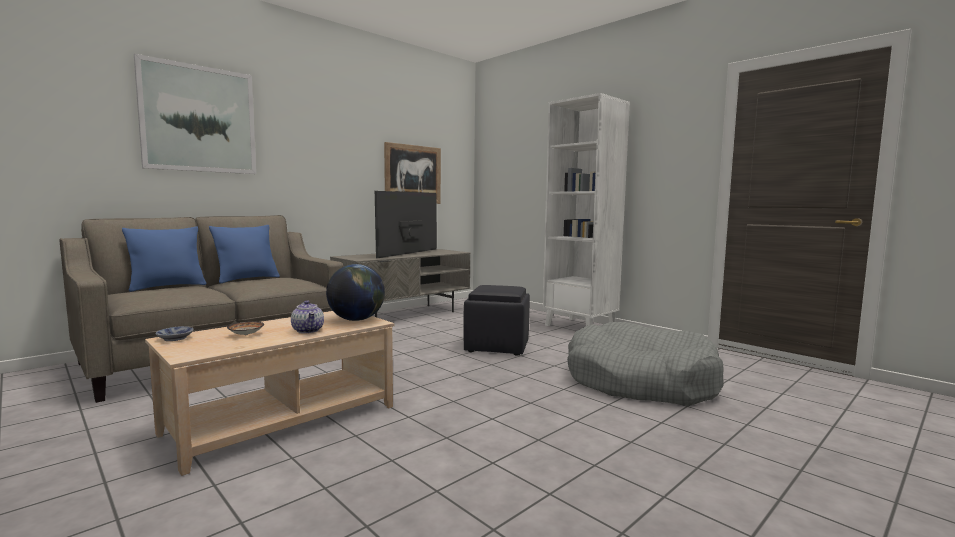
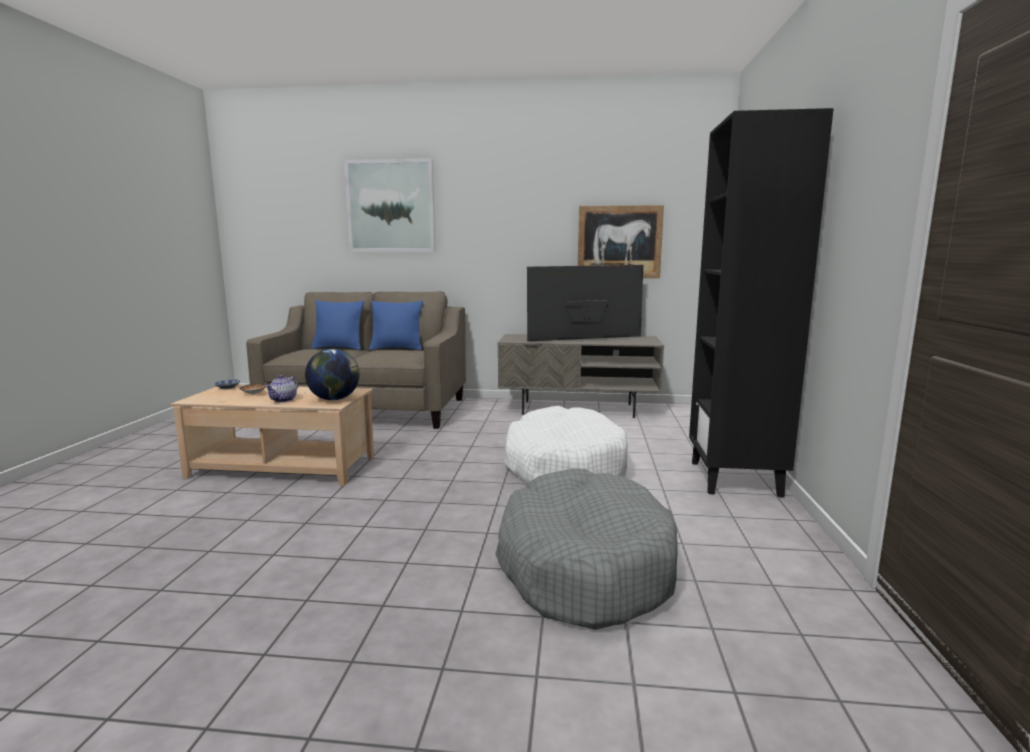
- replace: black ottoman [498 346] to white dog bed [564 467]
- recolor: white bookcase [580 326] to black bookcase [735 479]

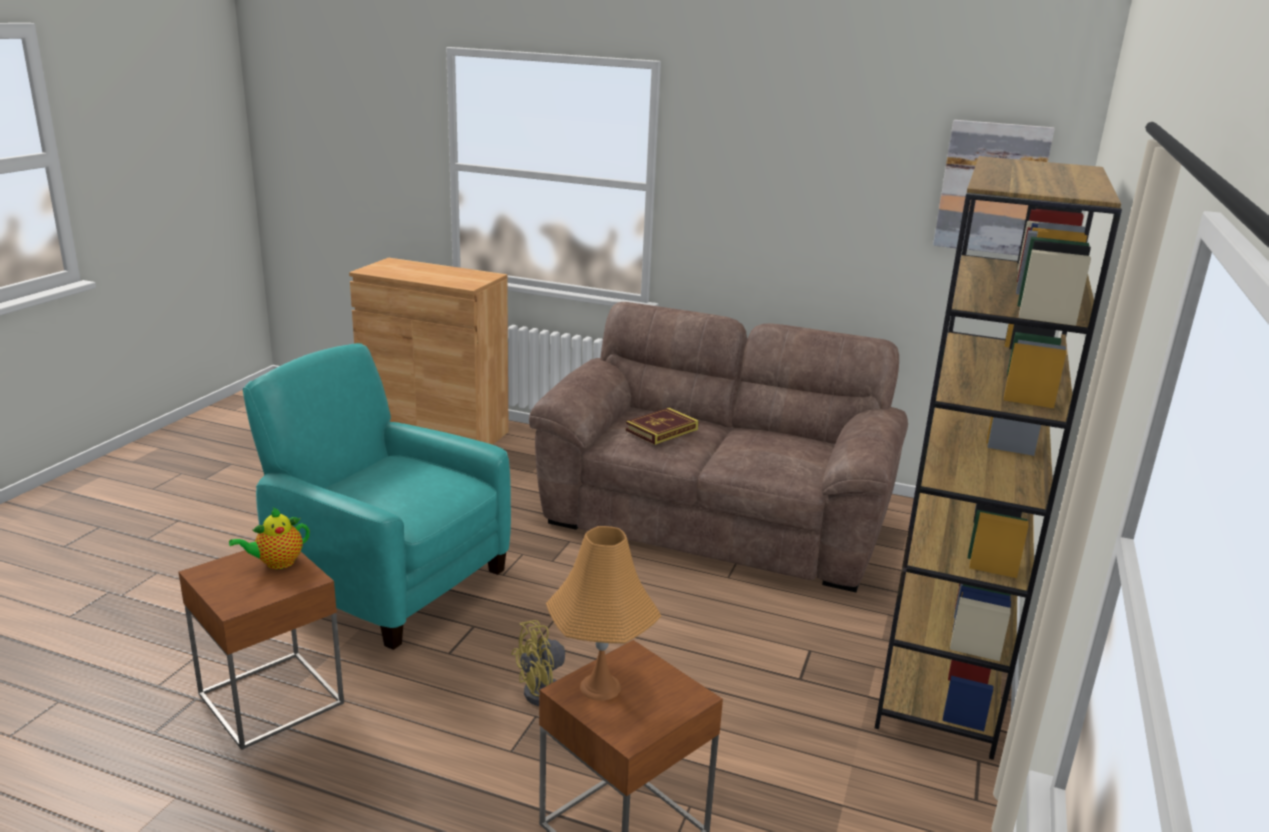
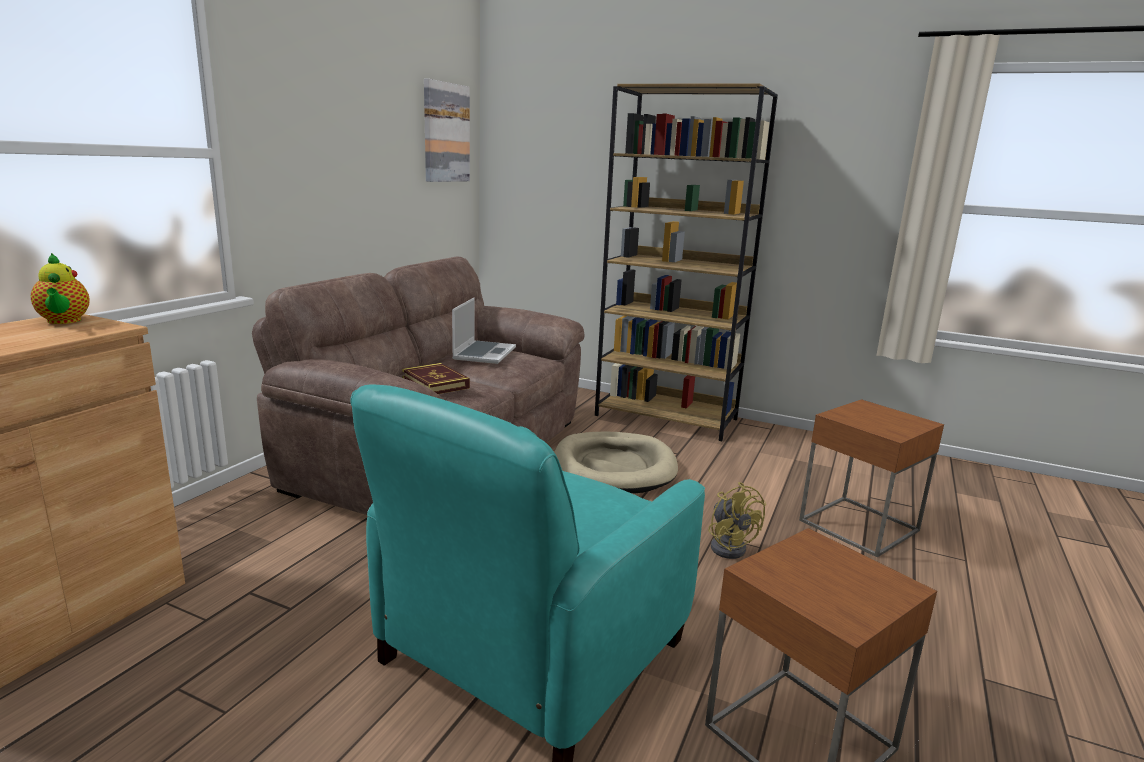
- delete: orange table lamp [600 687]
- insert: laptop [484 353]
- insert: beige dog bed [614 467]
- move: teapot [277 563] to [64 321]

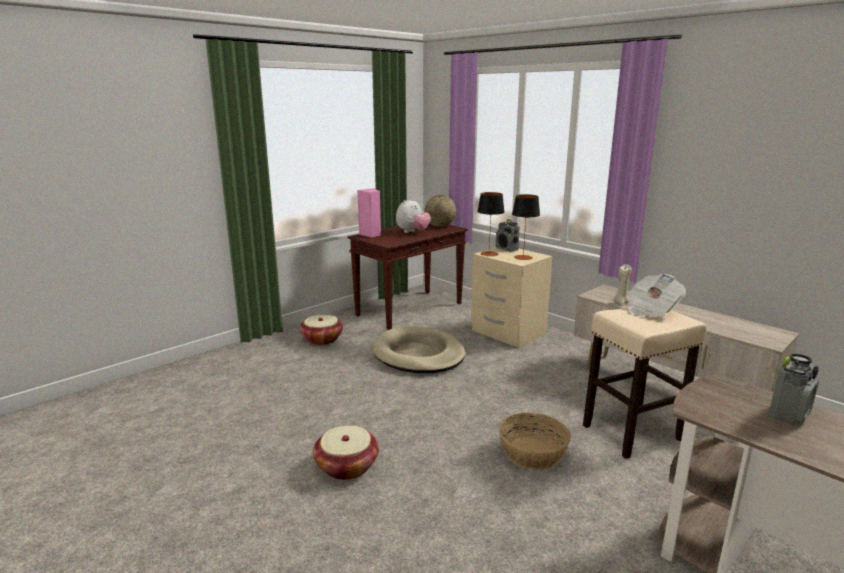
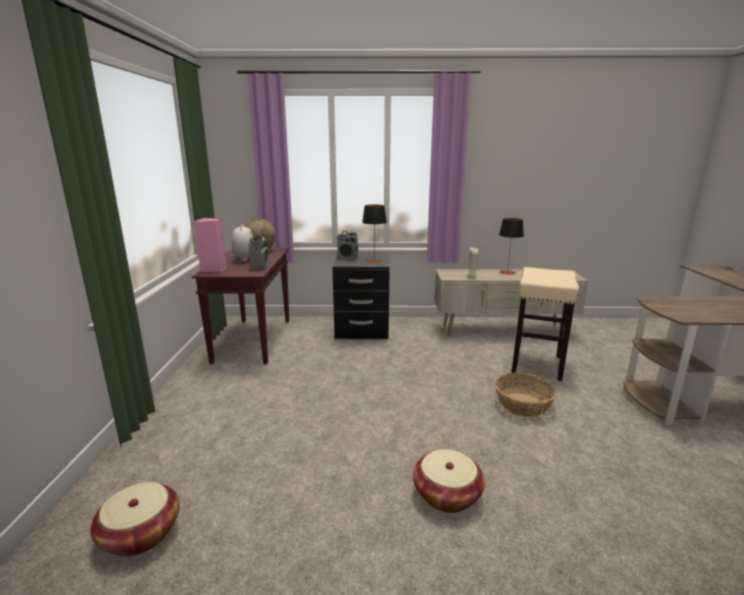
- delete: beige dog bed [418 354]
- delete: newspaper [651 309]
- move: basket [322 339] to [141 534]
- move: table lamp [489 254] to [507 272]
- move: radio [789 413] to [260 267]
- recolor: beige nightstand [507 333] to black nightstand [362 331]

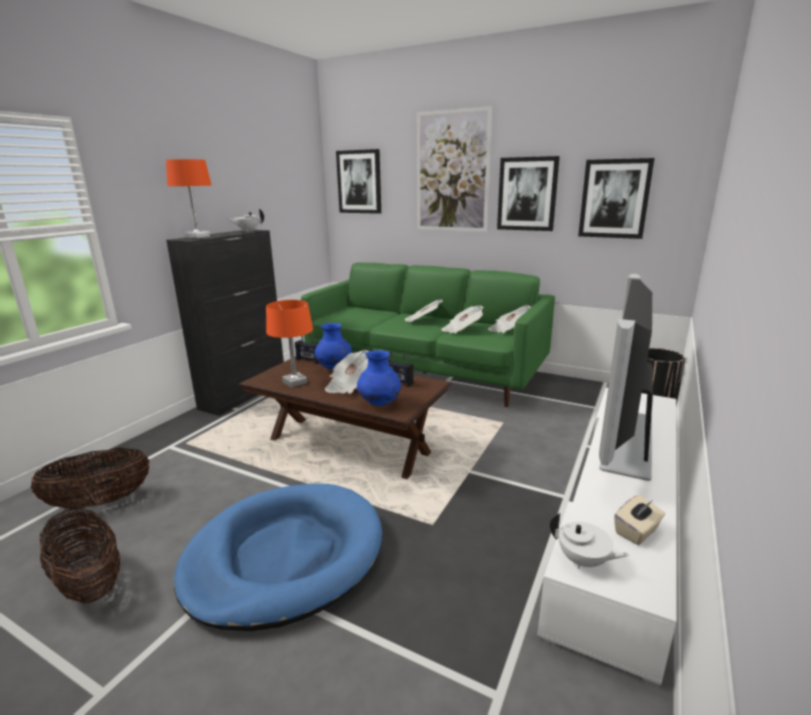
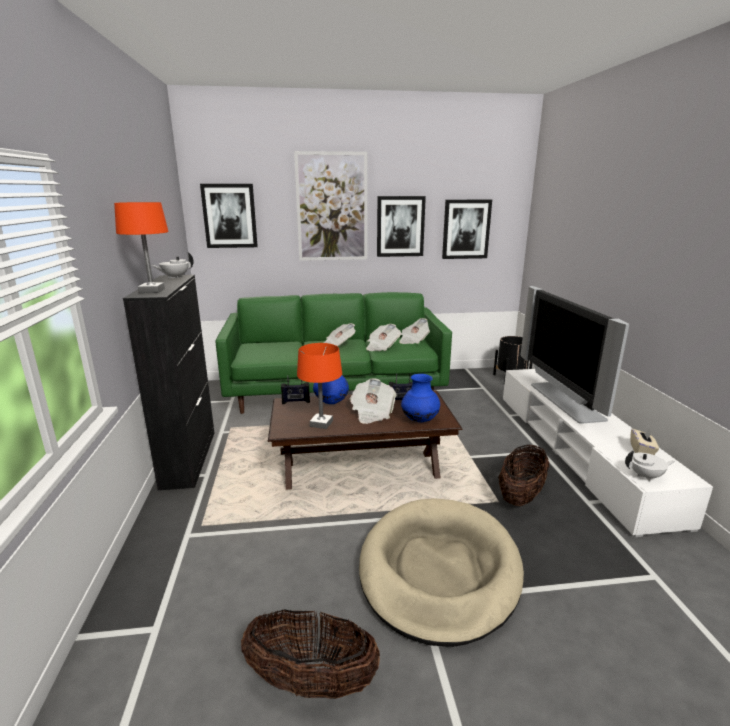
- move: basket [100 502] to [521 495]
- recolor: blue dog bed [284 556] to beige dog bed [439 570]

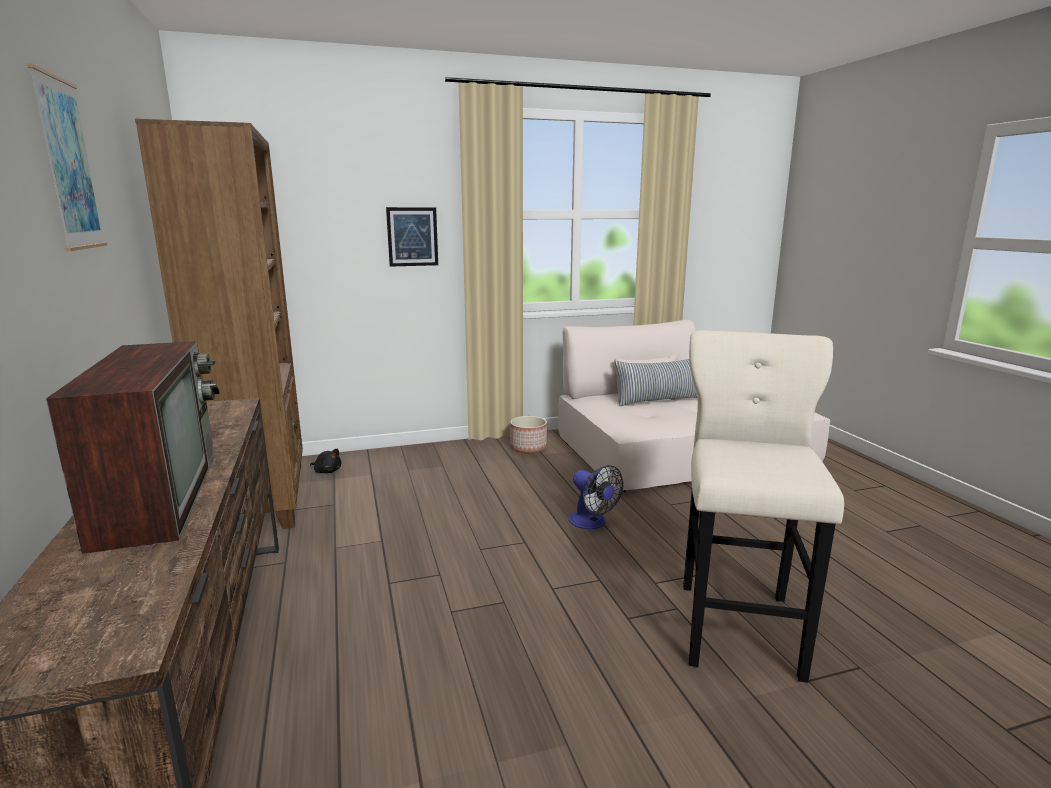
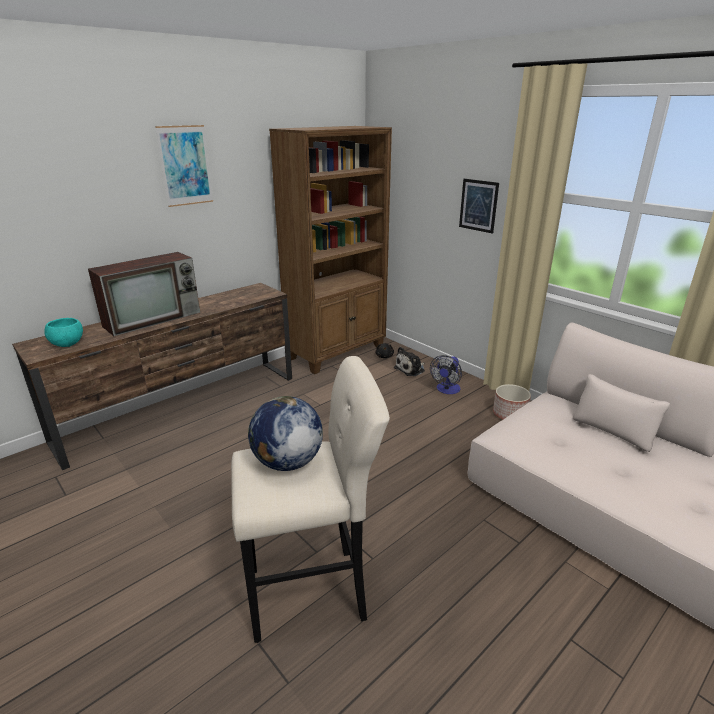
- delete: pillow [659 400]
- insert: turquoise bowl [67 344]
- insert: globe [287 462]
- insert: plush toy [411 369]
- move: fan [592 523] to [446 390]

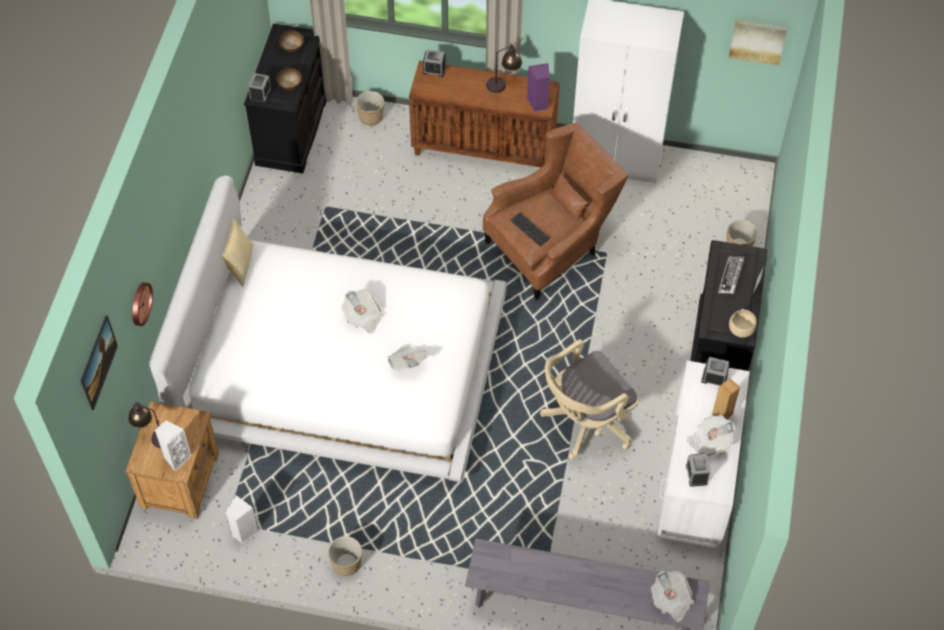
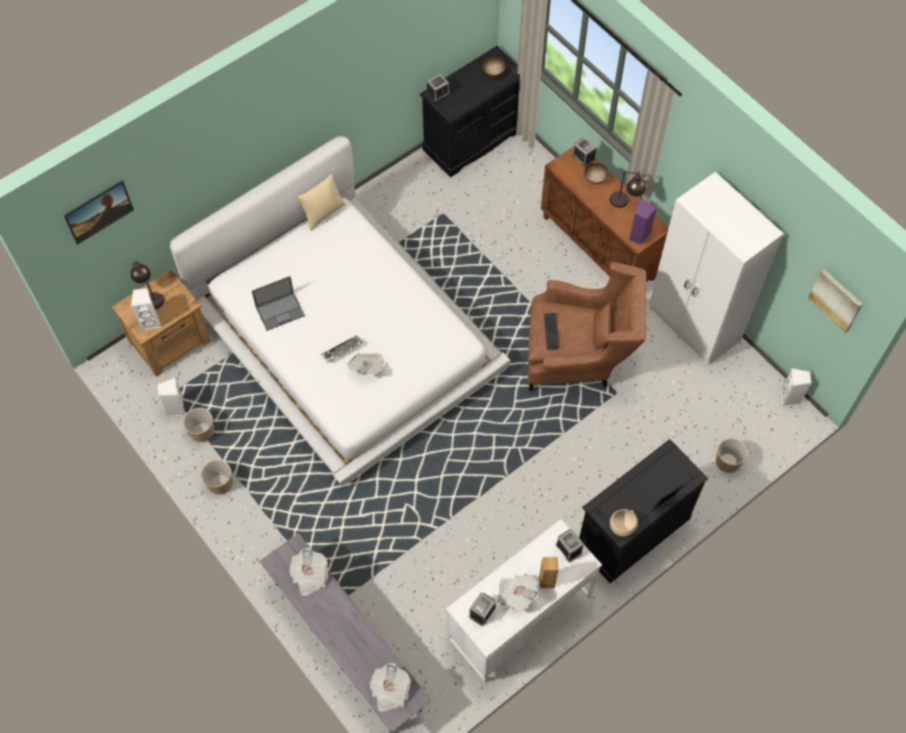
- delete: wall clock [140 303]
- delete: beige office chair [584 422]
- insert: laptop [280 311]
- insert: white speaker [790 398]
- move: bowl [289 85] to [595 179]
- move: newspaper [363 317] to [309 576]
- move: planter [370 116] to [201 430]
- move: keyboard [731 277] to [342 350]

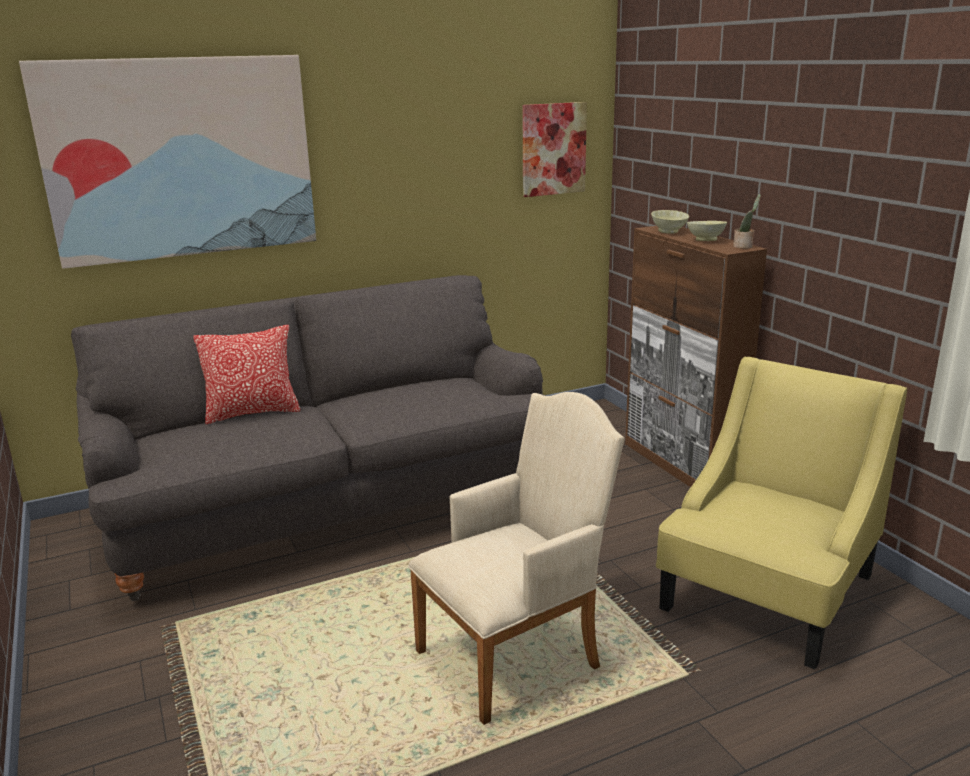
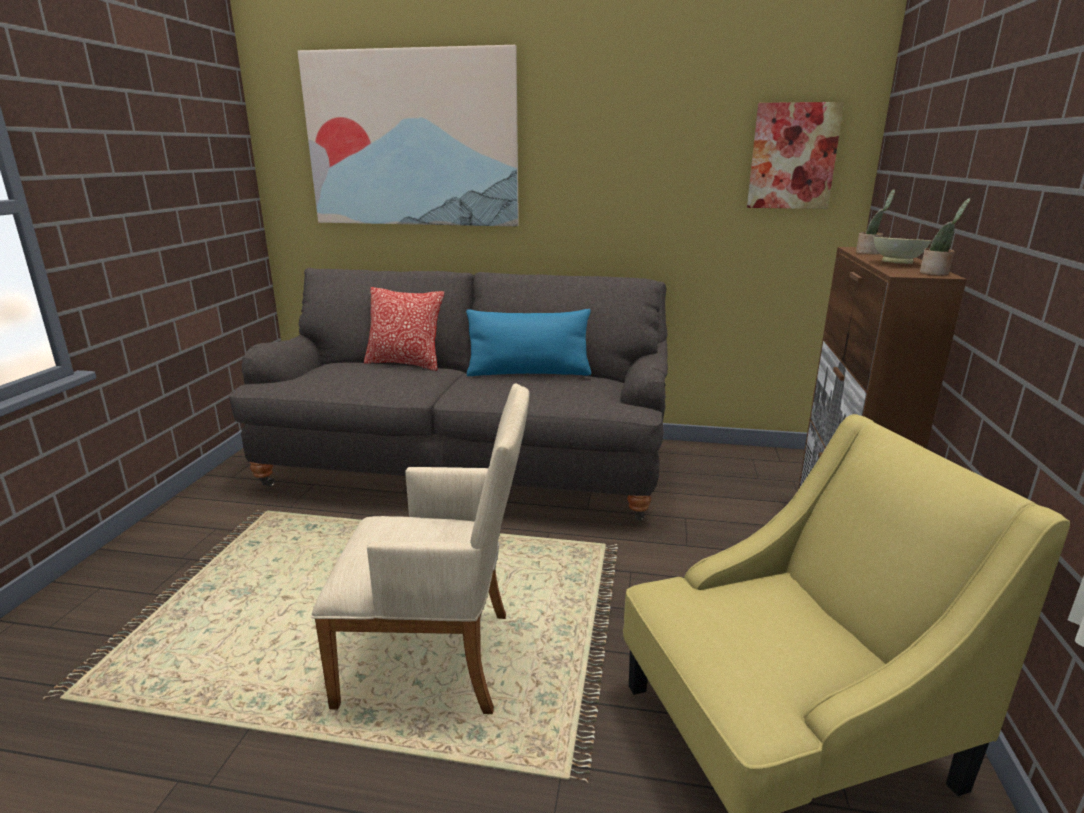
- insert: blue pillow [529 373]
- replace: beige bowl [668 232] to potted plant [869 253]

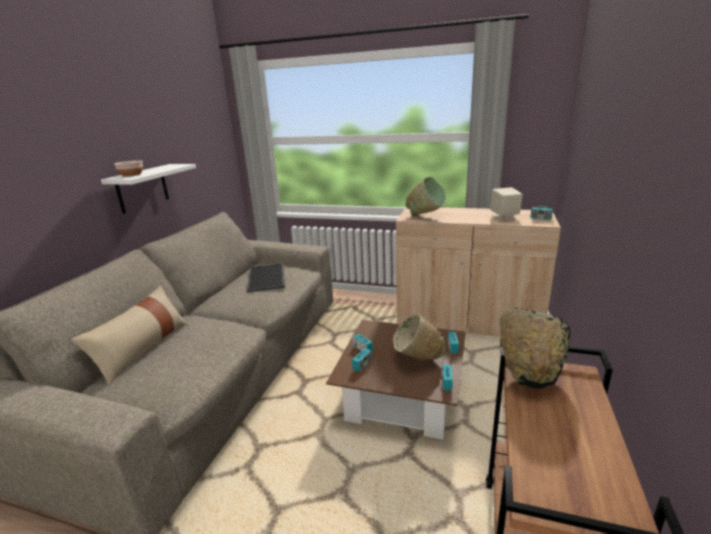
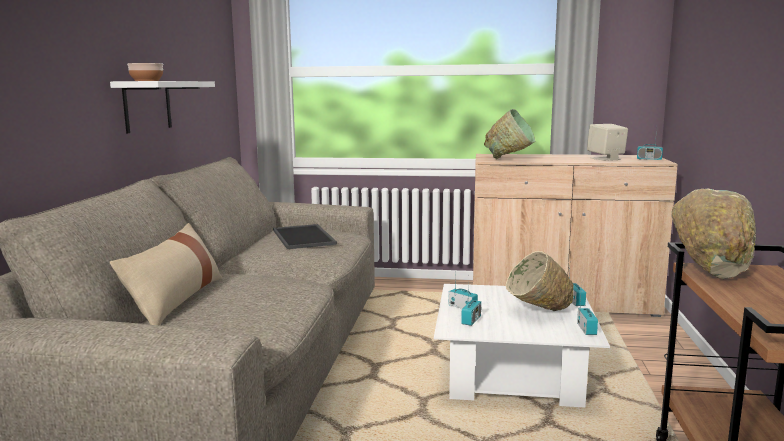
- recolor: brown coffee table [401 397] to white coffee table [513 374]
- recolor: black bowl [528 374] to beige bowl [711 271]

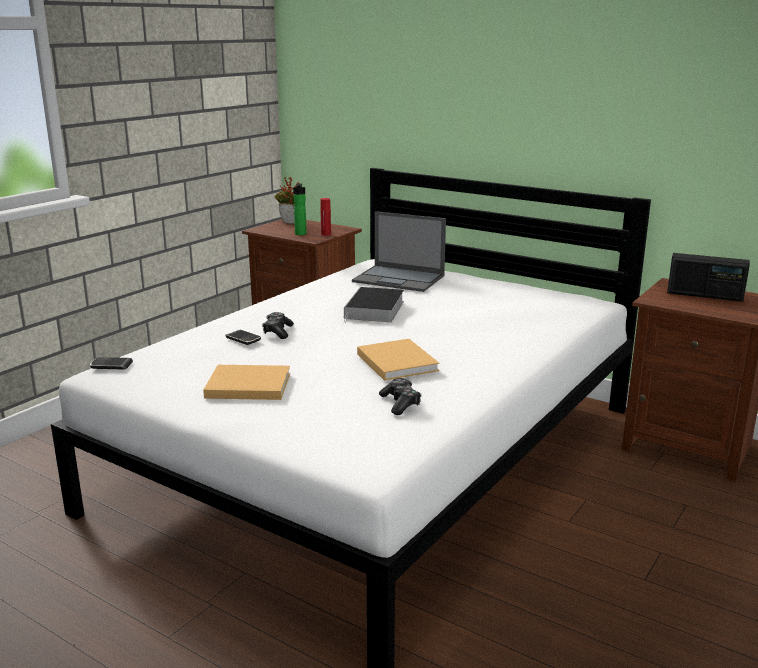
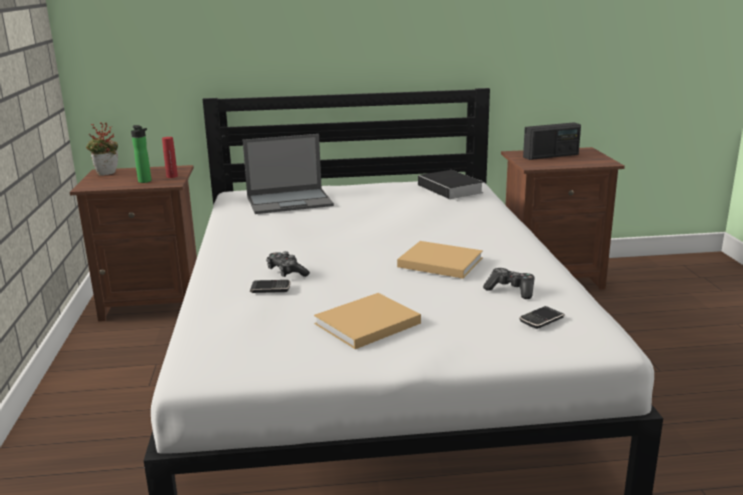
- move: phone [111 365] to [541 320]
- move: book [374 310] to [451 189]

